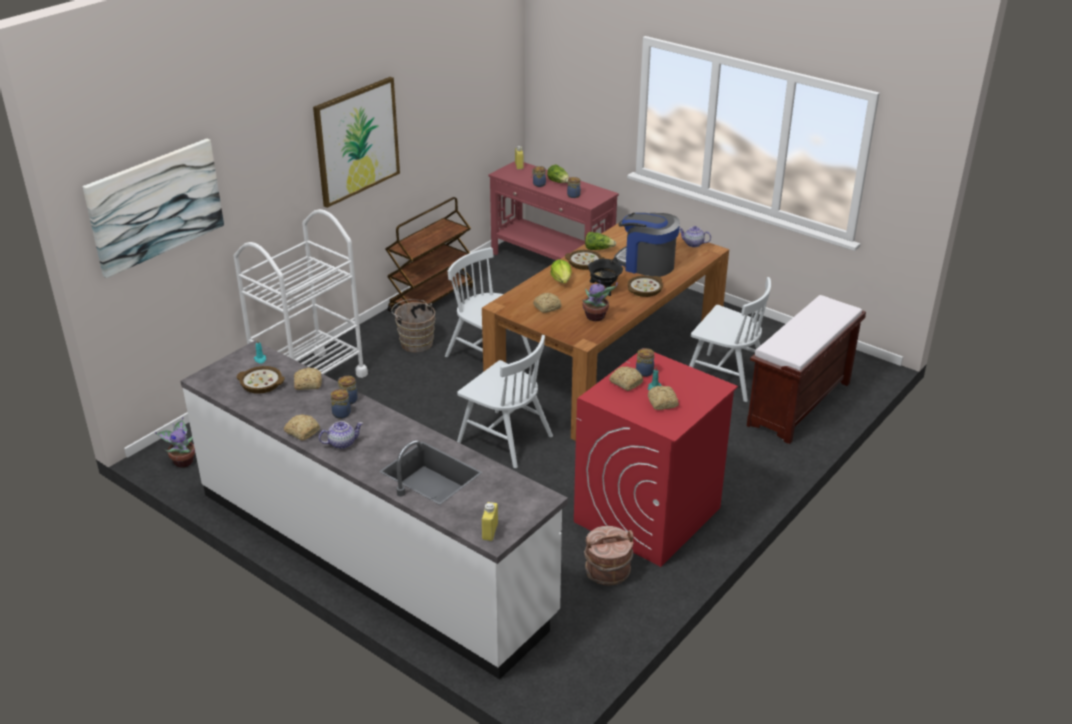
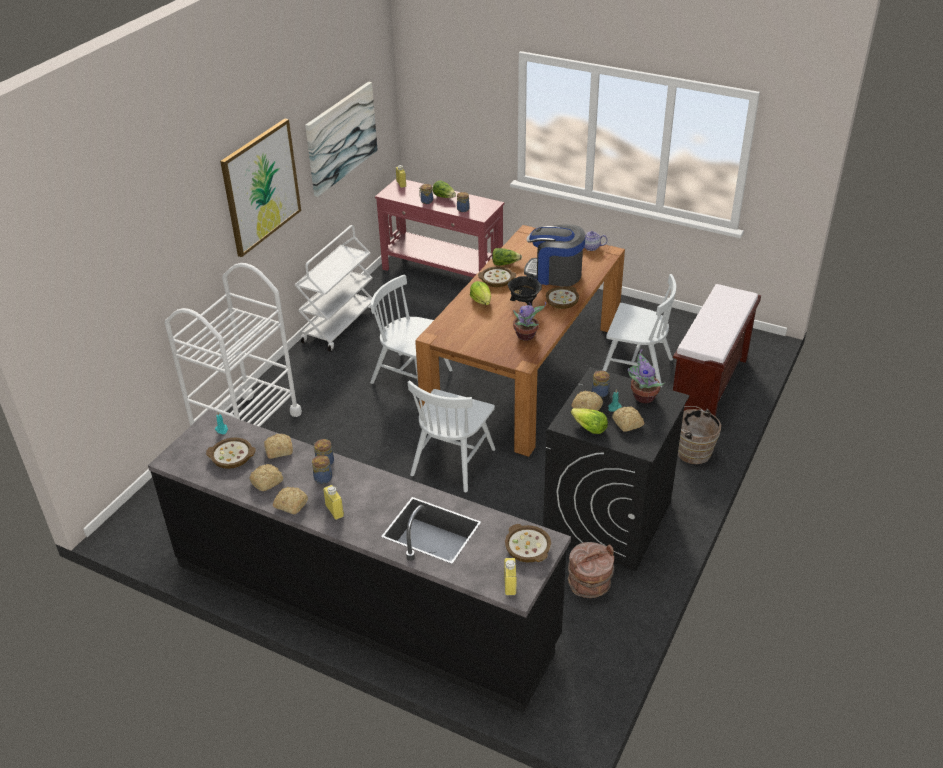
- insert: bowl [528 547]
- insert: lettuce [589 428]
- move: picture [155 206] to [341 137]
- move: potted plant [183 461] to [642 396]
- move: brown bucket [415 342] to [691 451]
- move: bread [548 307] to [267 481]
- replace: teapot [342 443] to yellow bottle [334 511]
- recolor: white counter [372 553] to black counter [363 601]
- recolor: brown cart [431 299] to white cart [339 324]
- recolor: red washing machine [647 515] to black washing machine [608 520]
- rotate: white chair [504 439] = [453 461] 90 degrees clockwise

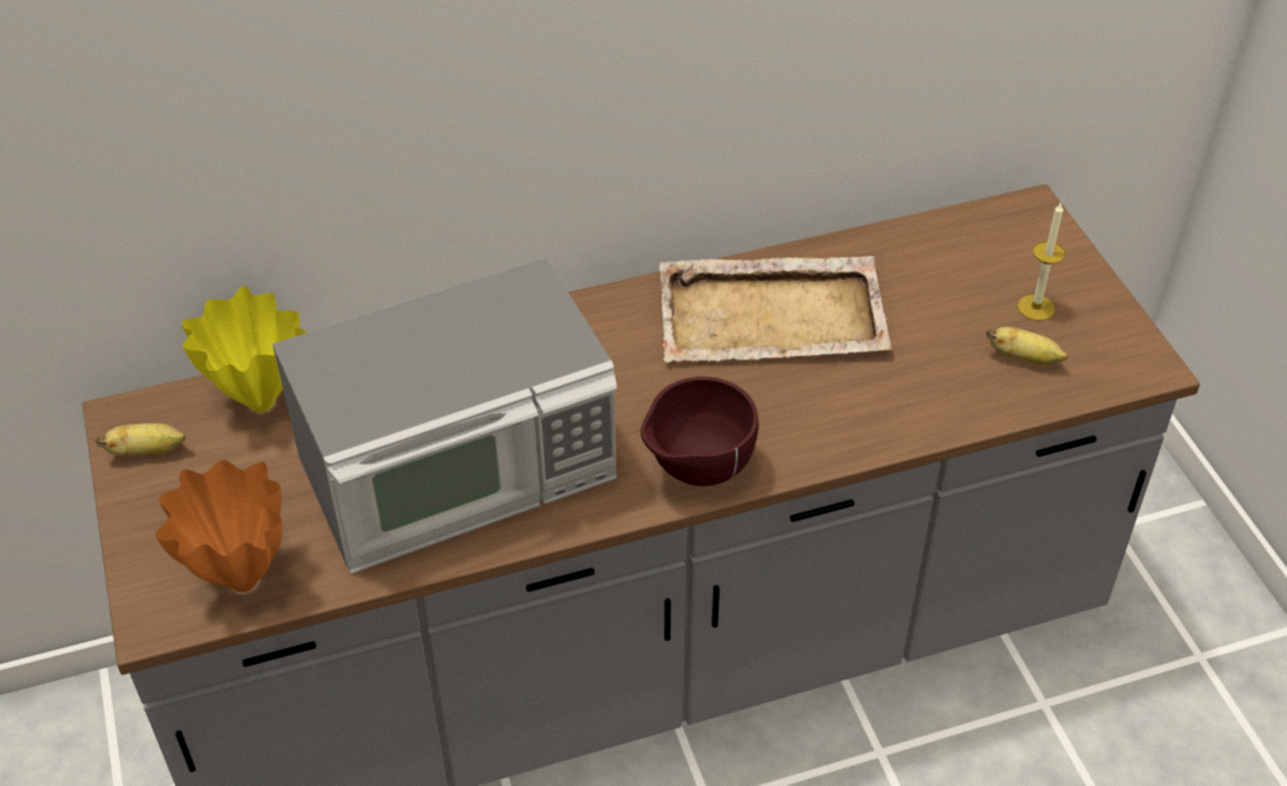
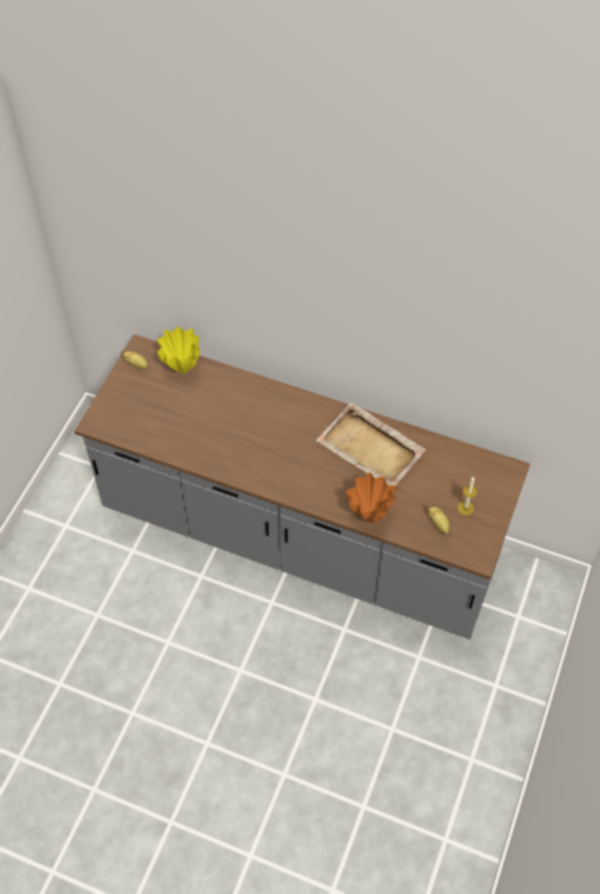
- delete: microwave [460 471]
- delete: brown bowl [696 472]
- move: orange vase [242 579] to [369 516]

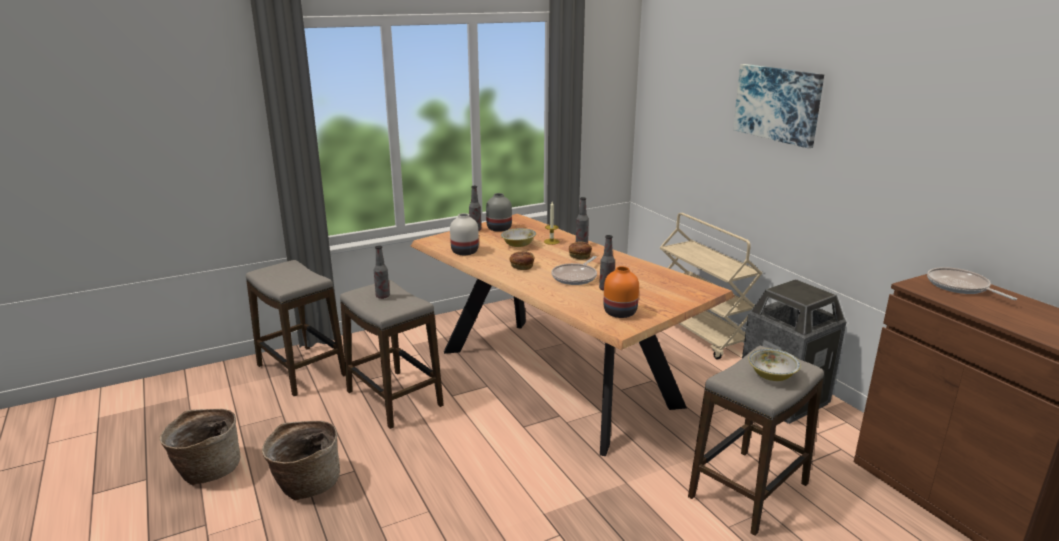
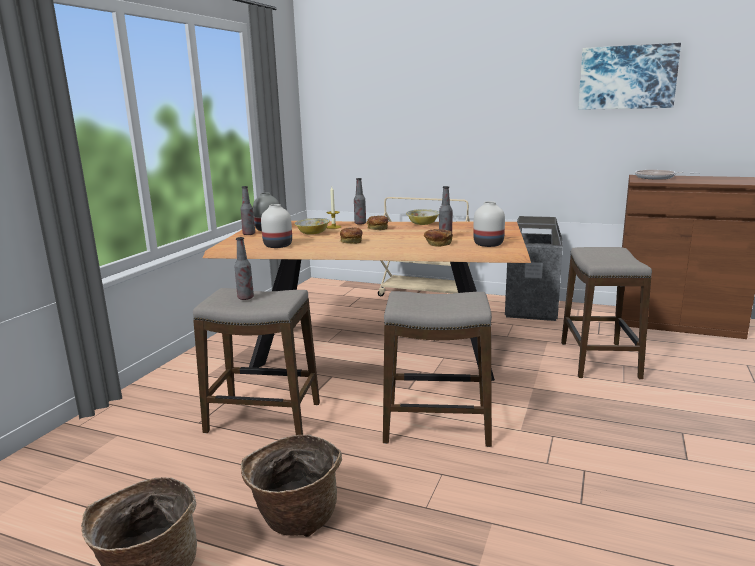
- delete: frying pan [575 277]
- insert: bread [437 244]
- move: stool [301 371] to [437 426]
- move: picture [778 104] to [627 77]
- move: bowl [772 375] to [422 224]
- recolor: orange vase [620 313] to white vase [489 244]

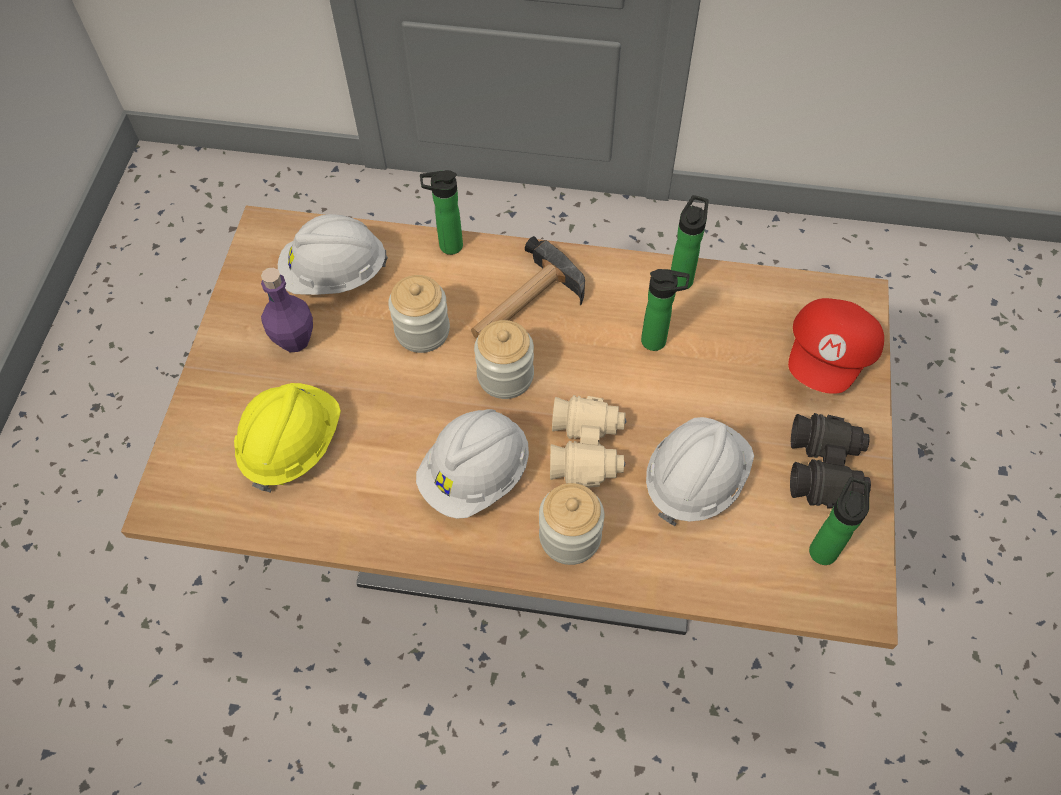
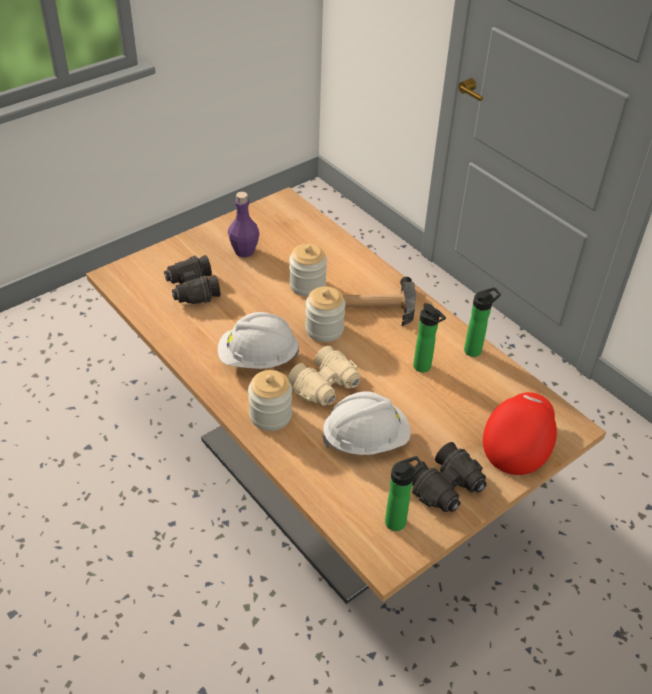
- delete: white hard hat [335 275]
- delete: bottle [447 246]
- replace: yellow hard hat [292 444] to black binoculars [192 289]
- rotate: red cap [829 357] = [517 441] 135 degrees clockwise

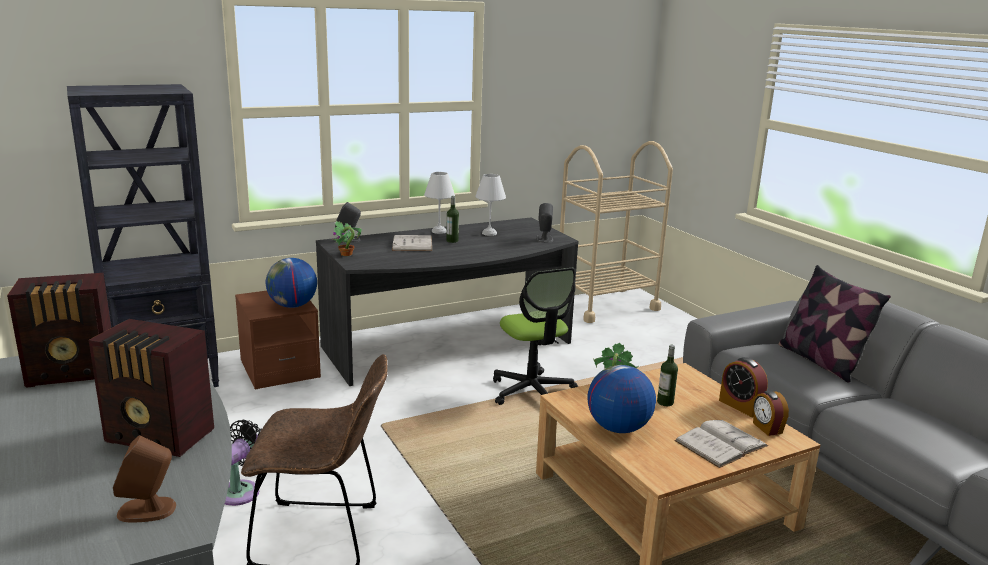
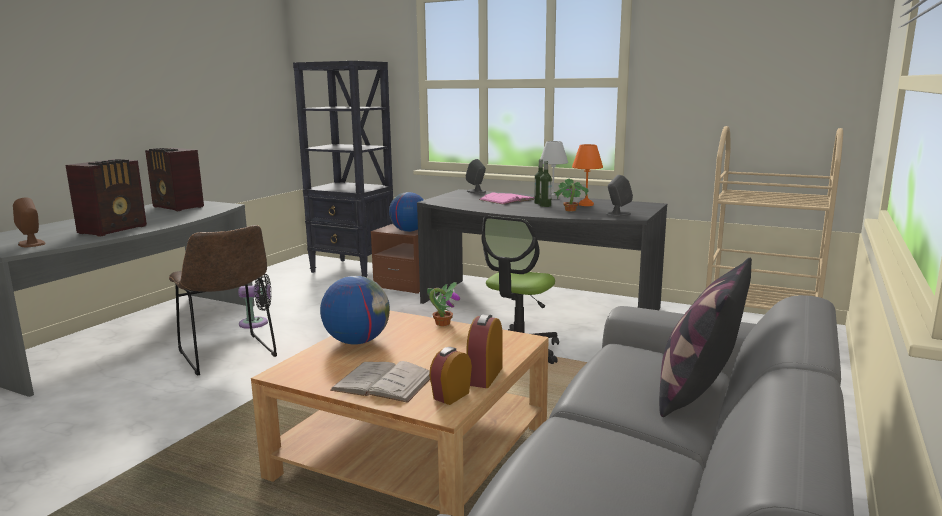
- move: potted plant [346 254] to [570 210]
- move: bottle [665 402] to [545 206]
- recolor: white book [412 243] to pink book [507 199]
- recolor: white table lamp [490 233] to orange table lamp [586 204]
- rotate: radio [161 437] = [114 229] 135 degrees counterclockwise

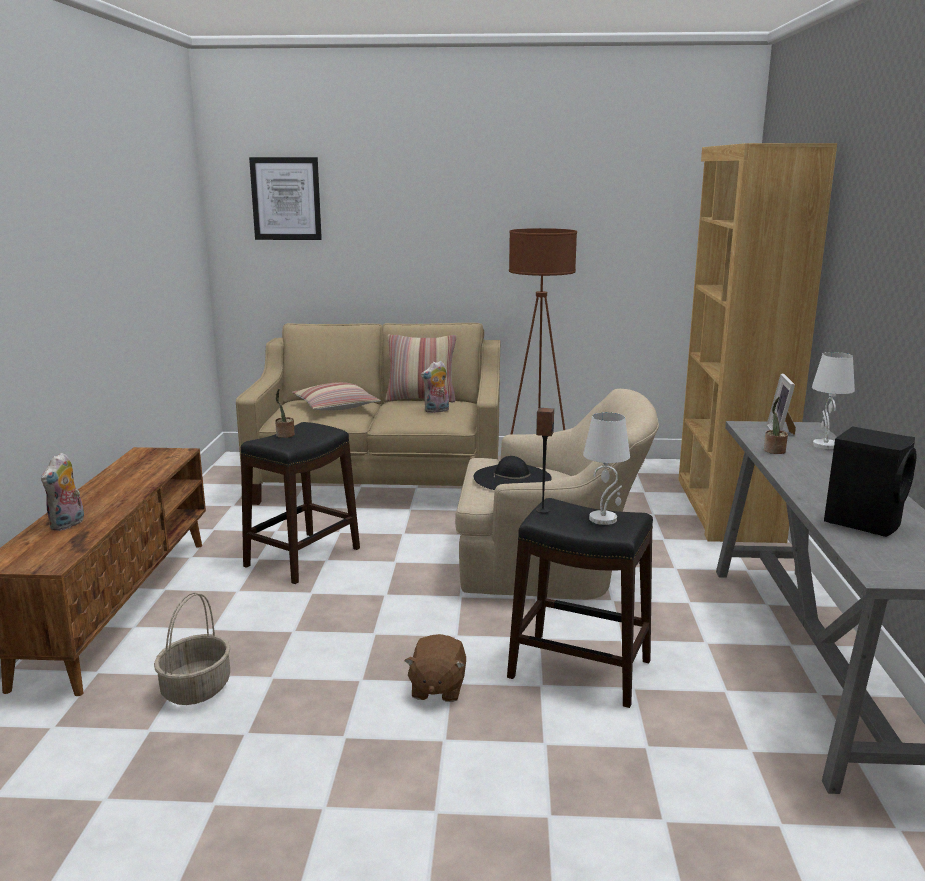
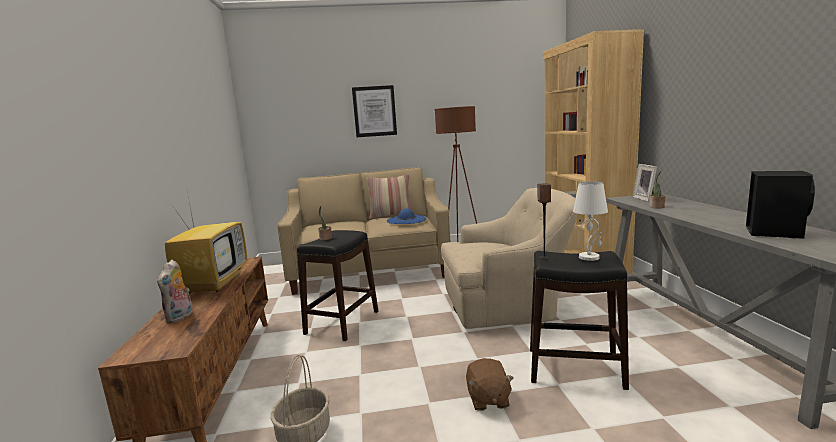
- delete: pillow [336 407]
- delete: black hat [512 478]
- delete: white table lamp [824 445]
- insert: television [214 283]
- move: picture [286 199] to [374 111]
- replace: plush toy [436 411] to blue hat [406 220]

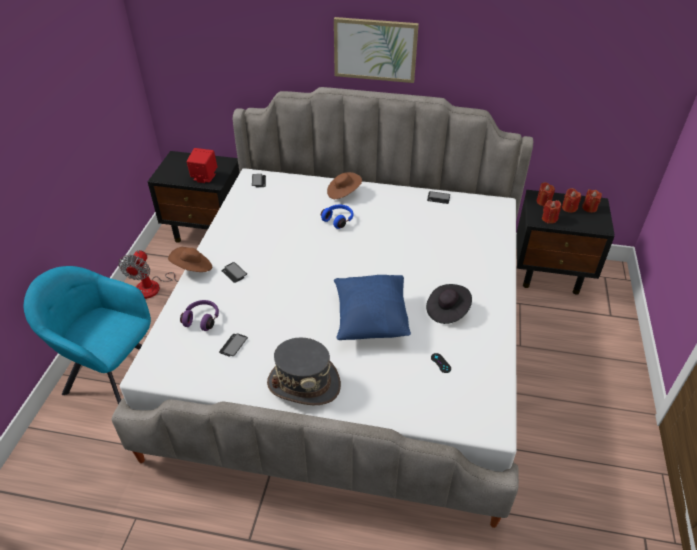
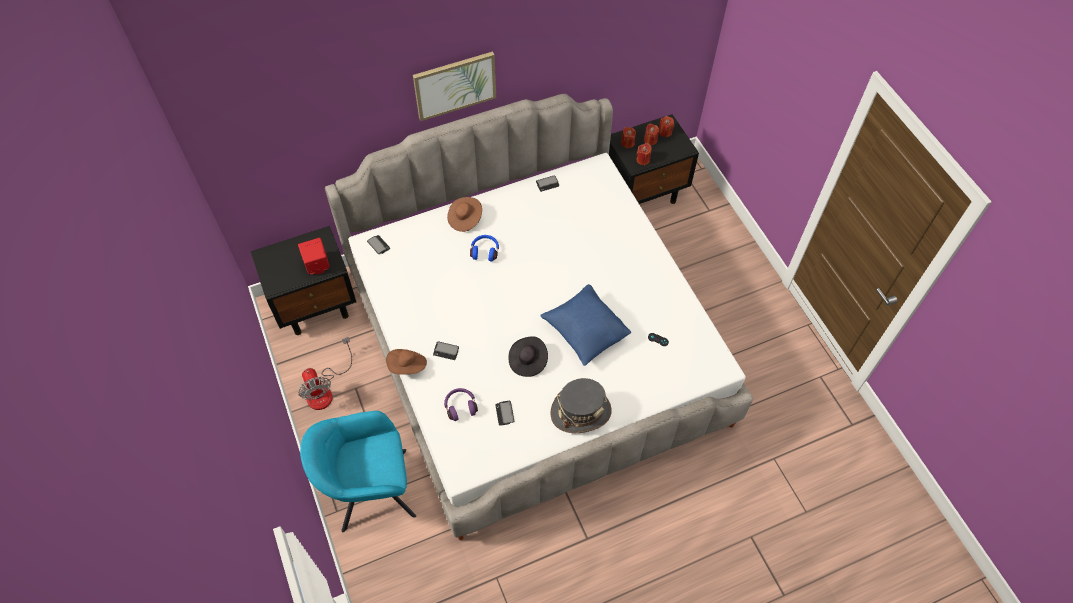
- move: black hat [447 311] to [527 361]

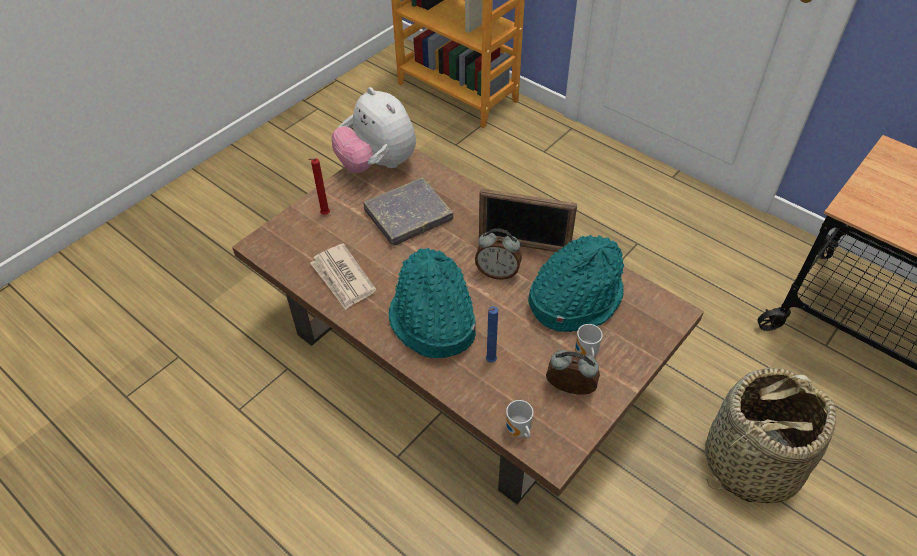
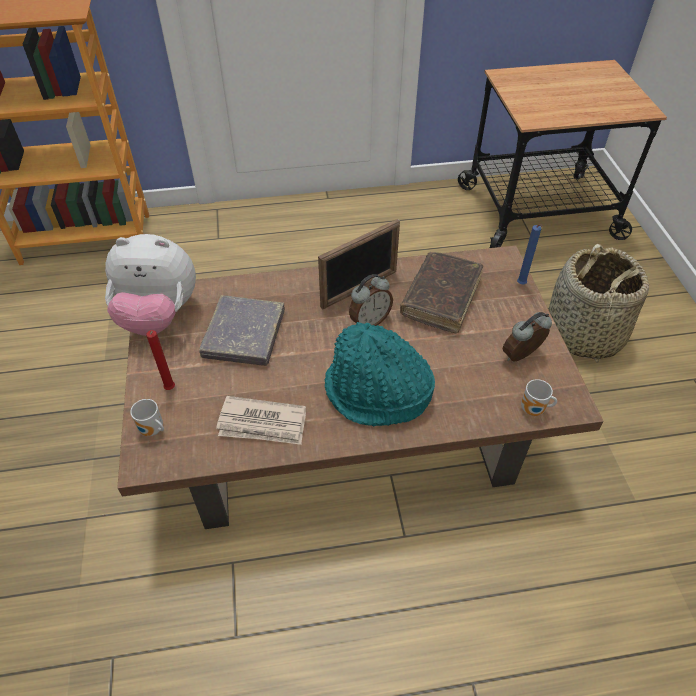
- move: blue candle [489 362] to [521 285]
- move: mug [585 354] to [152 431]
- replace: turquoise hat [574 299] to brown book [441 298]

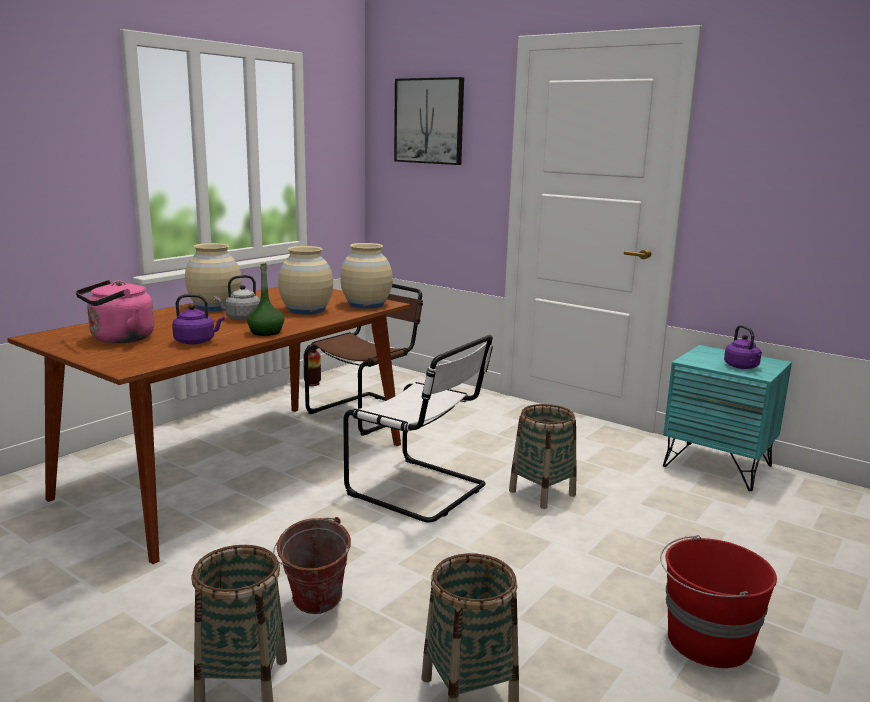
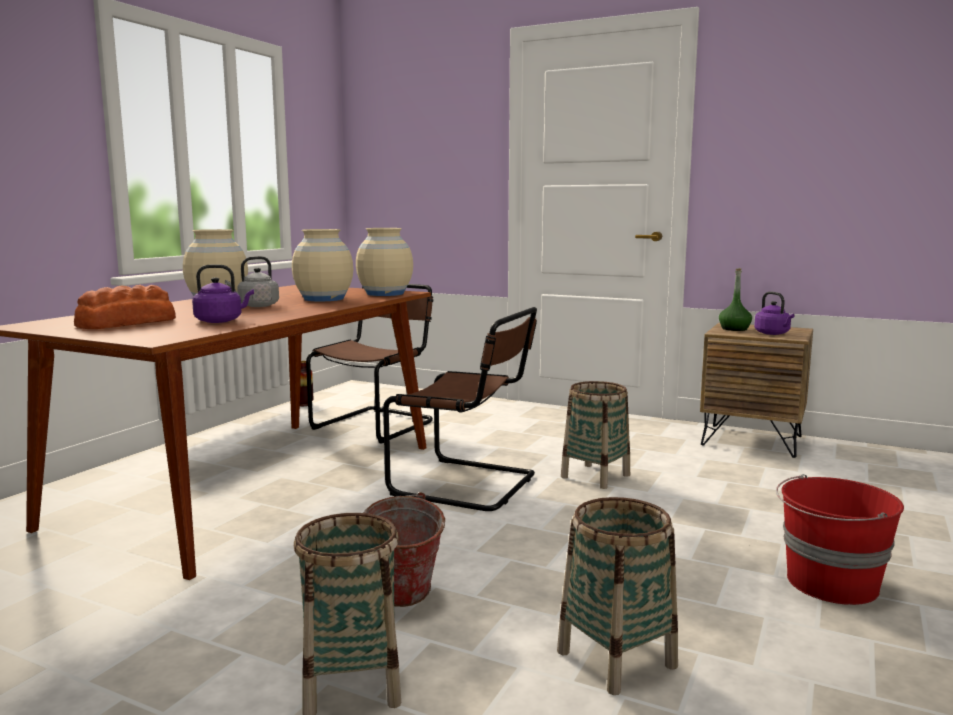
- delete: picture [429 121]
- move: green bottle [265 332] to [734 329]
- replace: pink kettle [119 339] to bread [125 323]
- recolor: white chair [421 491] to brown chair [469 485]
- recolor: turquoise nightstand [717 466] to brown nightstand [752 440]

